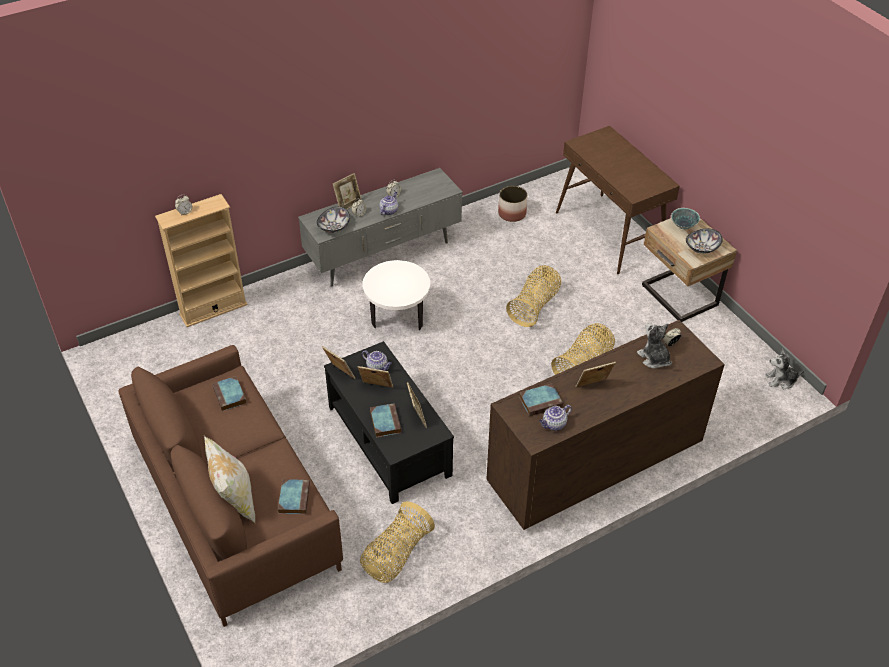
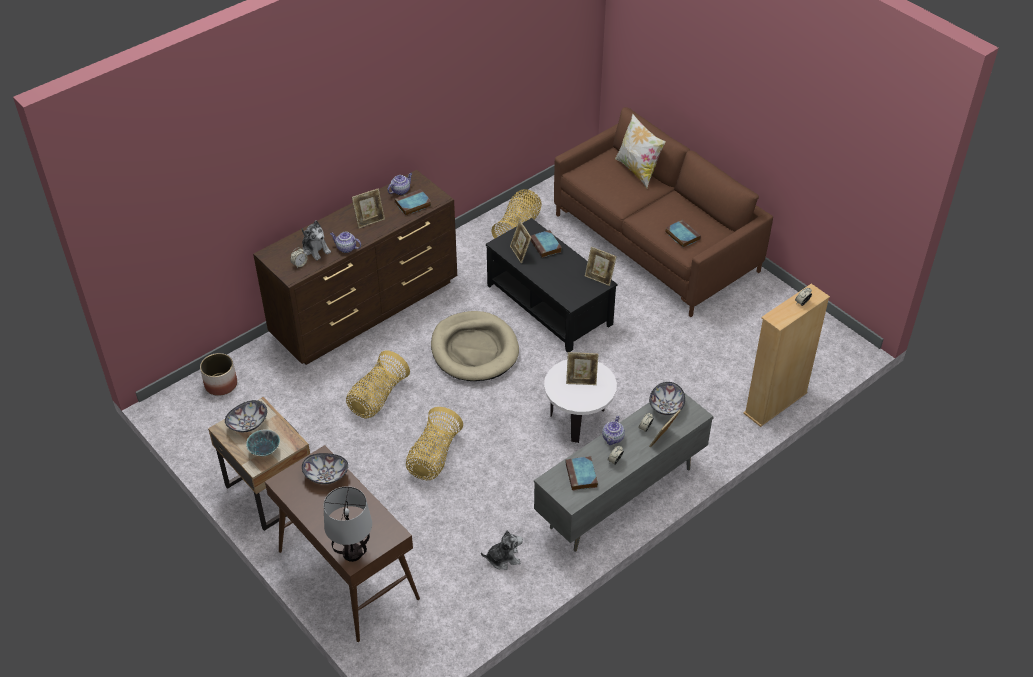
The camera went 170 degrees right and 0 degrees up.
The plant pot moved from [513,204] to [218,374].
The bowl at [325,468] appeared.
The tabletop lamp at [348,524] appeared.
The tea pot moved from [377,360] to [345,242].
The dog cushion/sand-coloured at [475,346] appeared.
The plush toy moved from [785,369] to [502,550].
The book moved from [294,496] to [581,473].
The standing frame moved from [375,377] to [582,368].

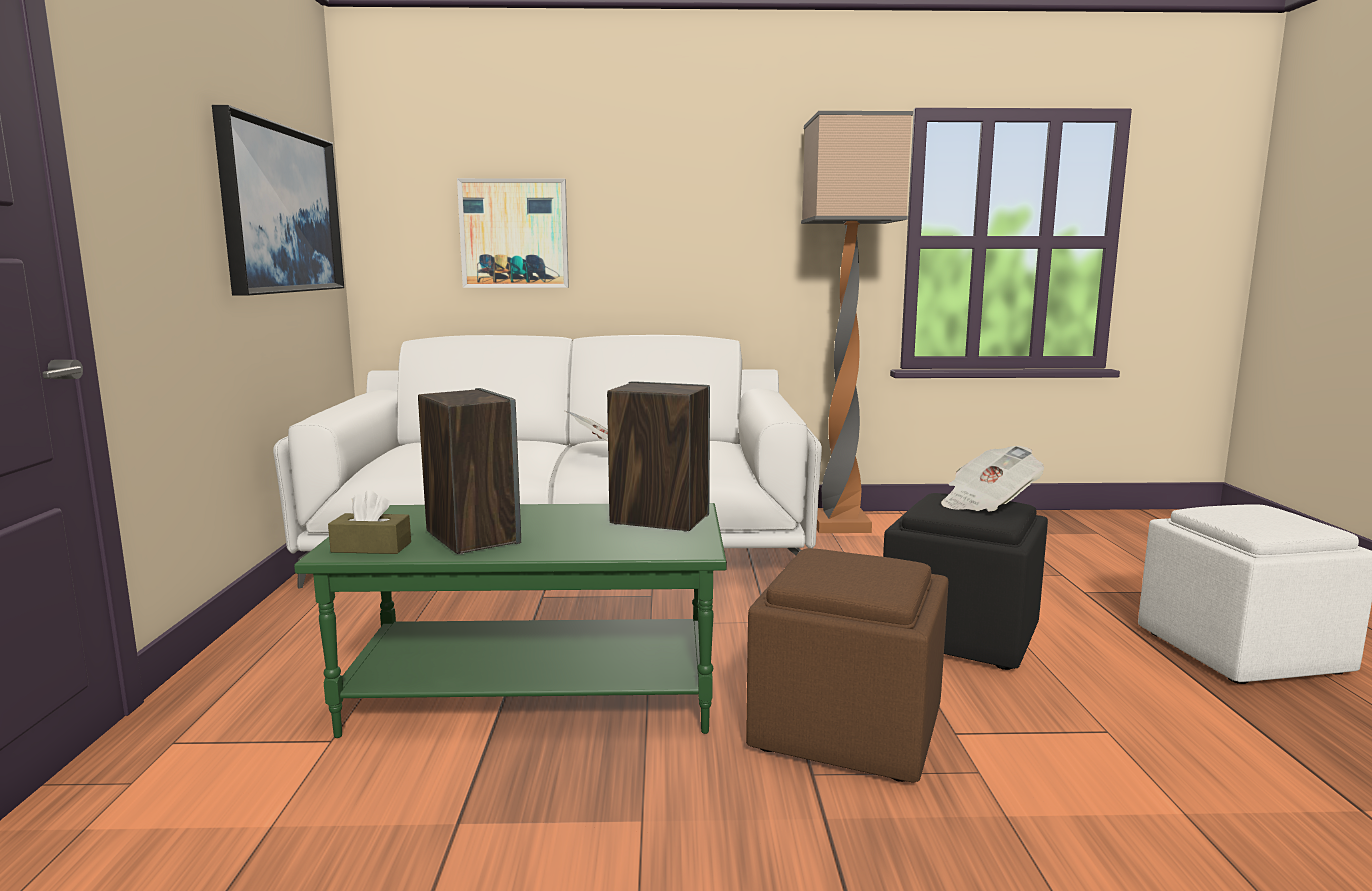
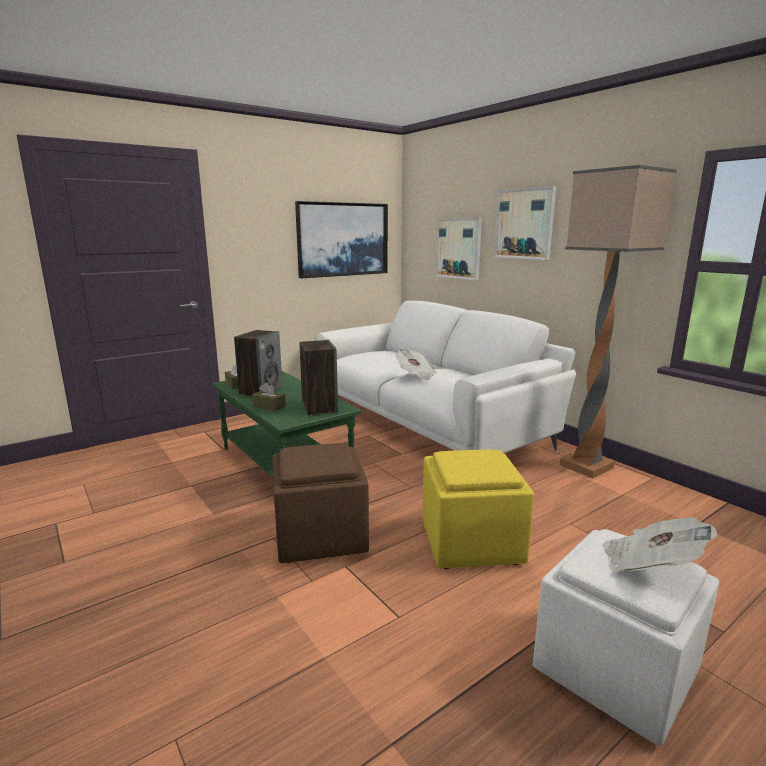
The camera went 55 degrees right and 5 degrees up.
The tissue box/brown at [269,397] appeared.
The pouffe/black at [965,581] became the pouffe/yellow at [478,509].
The wall picture at [525,223] appeared.
The daily paper moved from [992,479] to [659,544].

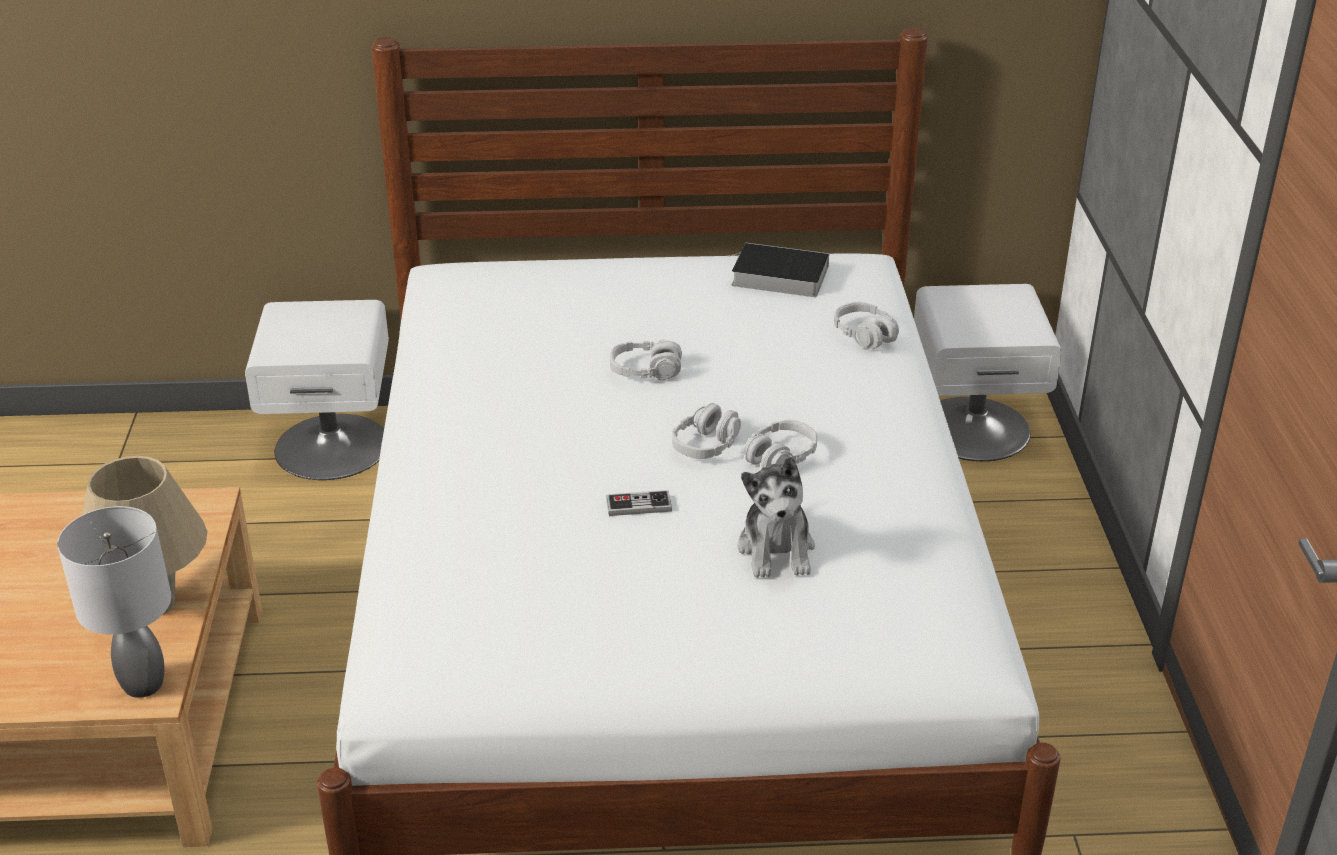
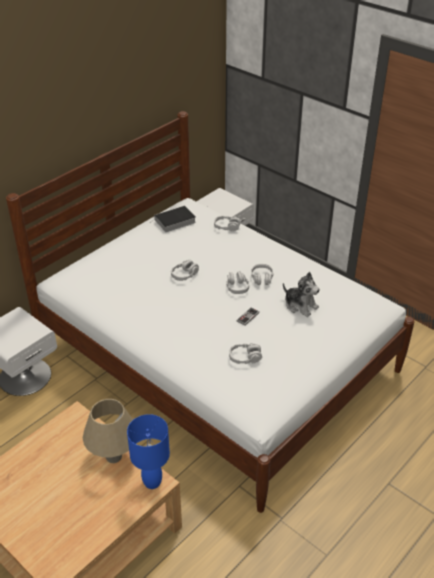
The camera went 45 degrees left and 5 degrees up.
The tabletop lamp/greyish at [114,602] became the tabletop lamp/bluish at [148,451].
The headset/greyish at [245,353] appeared.

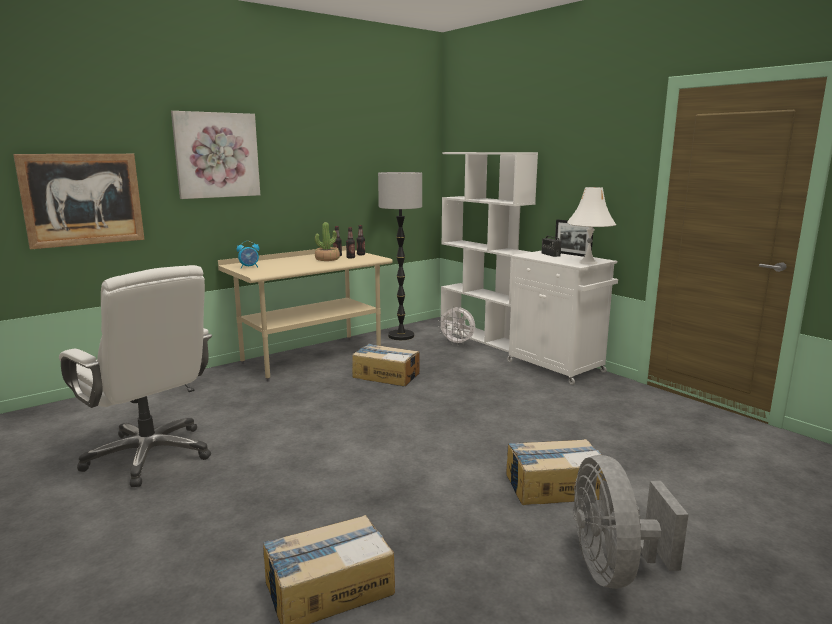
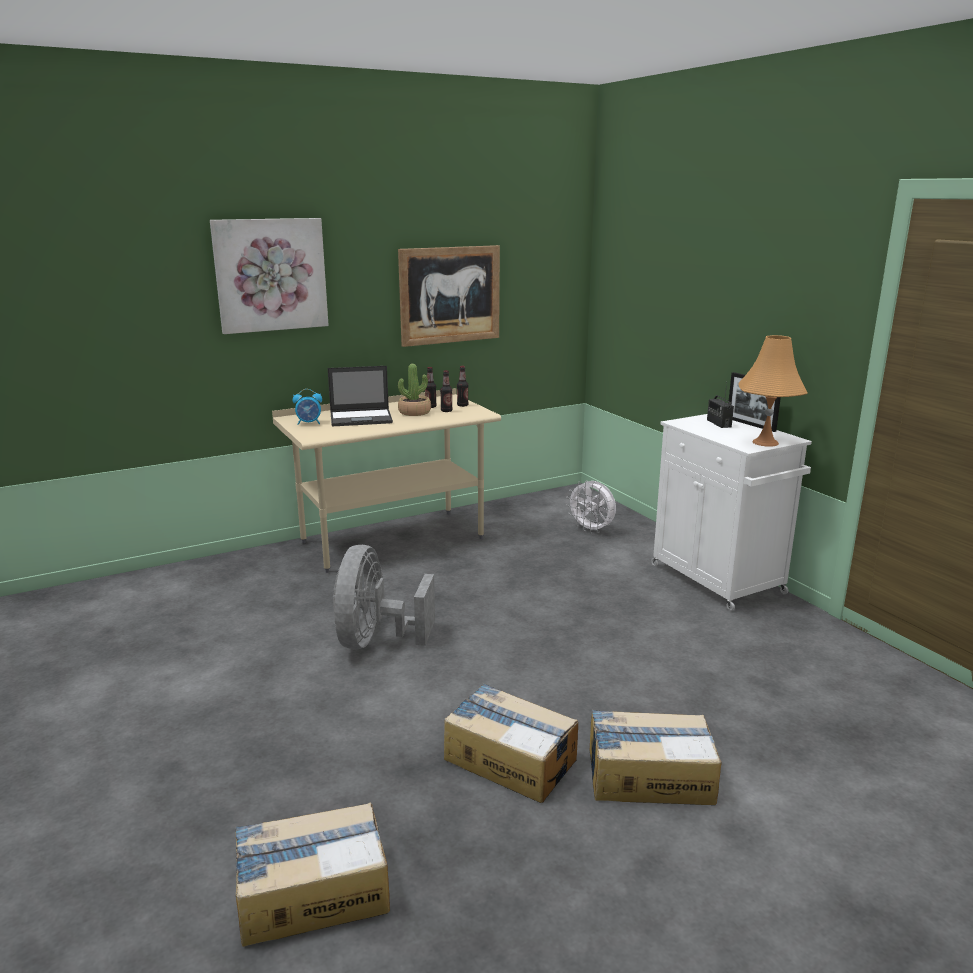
The camera went 10 degrees right and 5 degrees up.
The notebook computer at [360,396] appeared.
The cooling fan/greyish moved from [631,522] to [384,597].
The wall picture moved from [79,201] to [449,296].
The cardboard box moved from [386,364] to [511,743].
The tabletop lamp/whitish at [591,225] became the tabletop lamp/orangey at [773,391].
The desk chair/whitish at [135,376] disappeared.
The standing lamp at [400,256] disappeared.
The shelving unit/whitish at [489,252] disappeared.

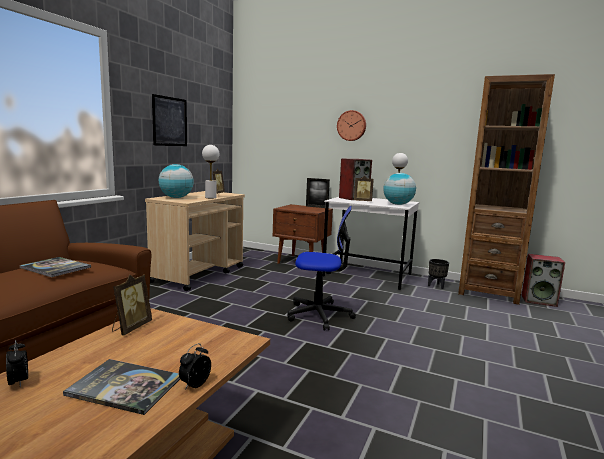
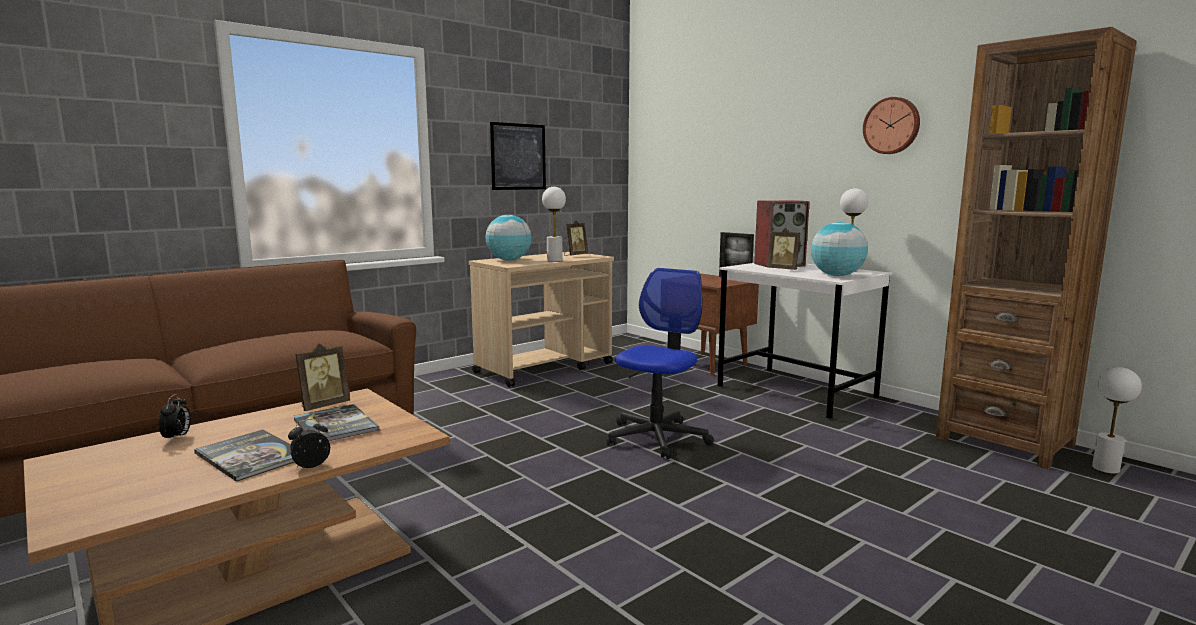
The camera went 25 degrees right and 0 degrees up.
The book moved from [55,267] to [336,422].
The desk chair at [321,268] turned 90 degrees counterclockwise.
The hanging clock moved from [351,125] to [891,125].
The audio speaker at [543,280] was replaced by the tabletop lamp/whitish at [1117,420].
The plant pot/black at [438,274] disappeared.

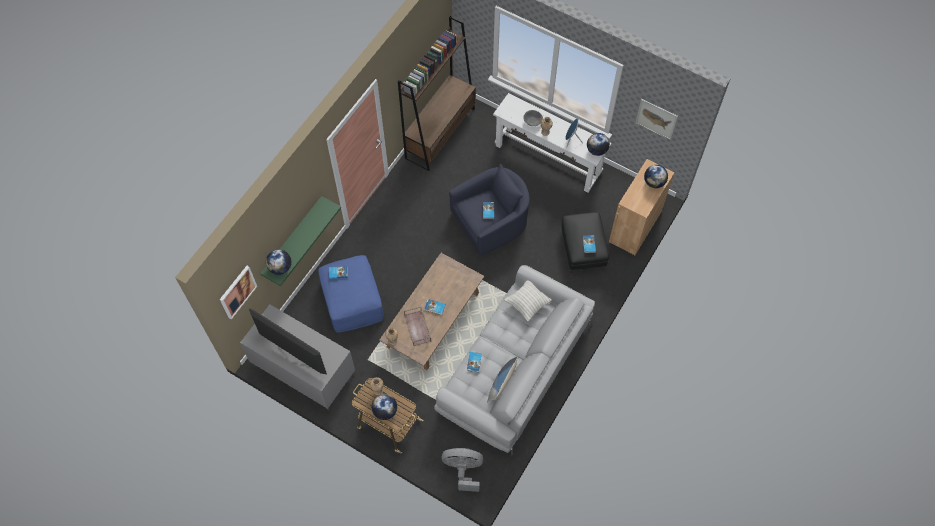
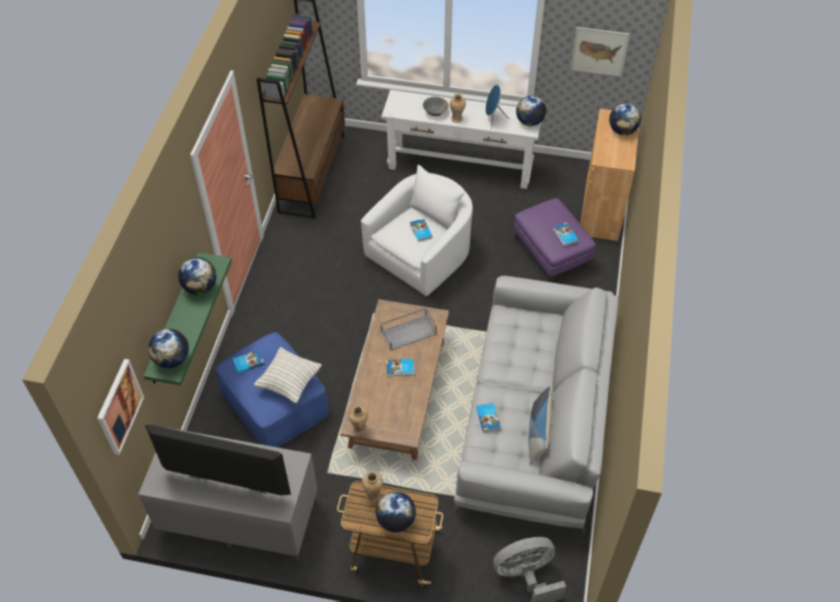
The camera went 20 degrees left and 10 degrees down.
The world globe at [197,276] appeared.
The cushion moved from [528,301] to [288,375].
The lounge chair/bluish at [489,210] became the lounge chair/whitish at [417,230].
The tray/greyish at [408,329] appeared.
The pouffe/black at [585,242] became the pouffe/purple-coloured at [555,240].
The tray/brown at [417,326] disappeared.

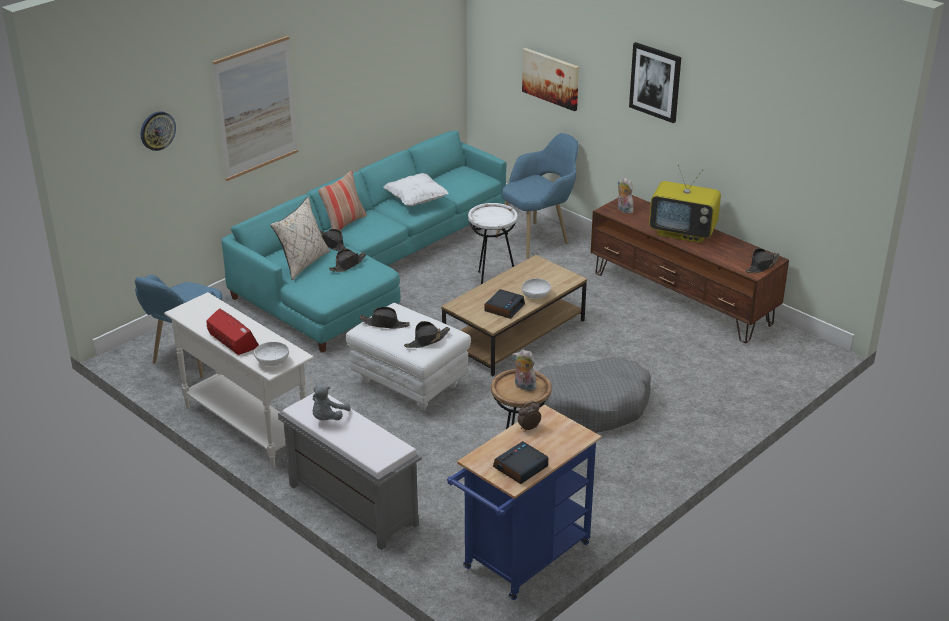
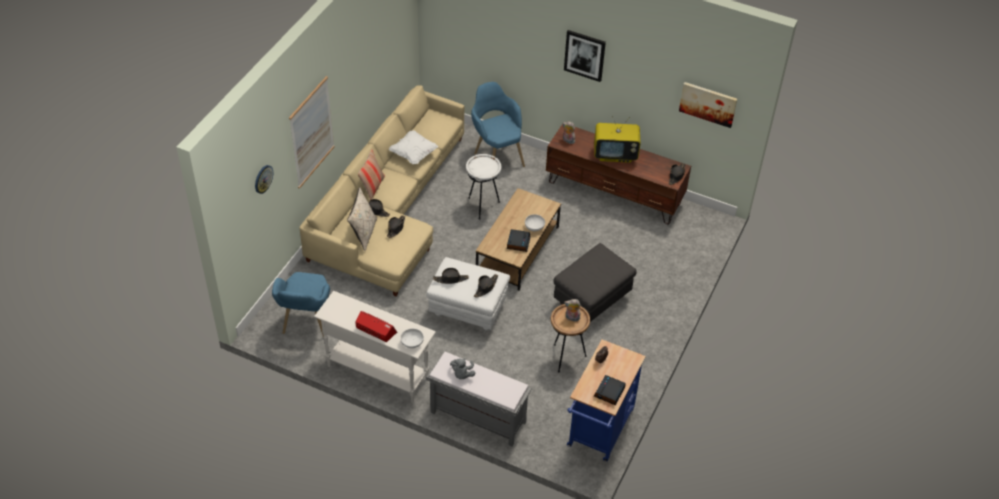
The camera went 20 degrees left and 15 degrees up.
The couch/turquoise at [363,242] became the couch/sand-coloured at [382,190].
The lounge chair/bluish at [537,196] turned 60 degrees counterclockwise.
The dog cushion/greyish at [595,395] was replaced by the pouffe/greyish at [595,282].
The wall picture moved from [550,79] to [708,105].

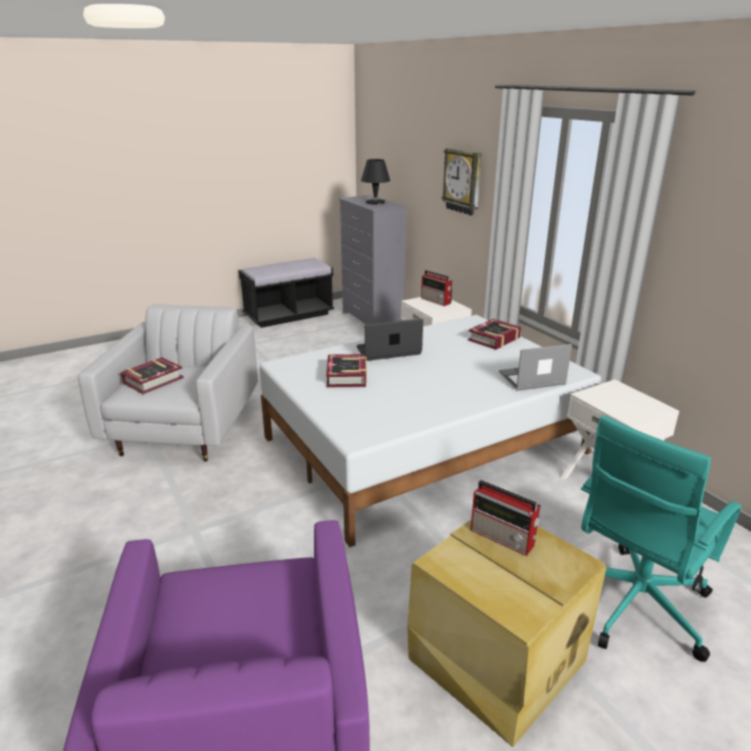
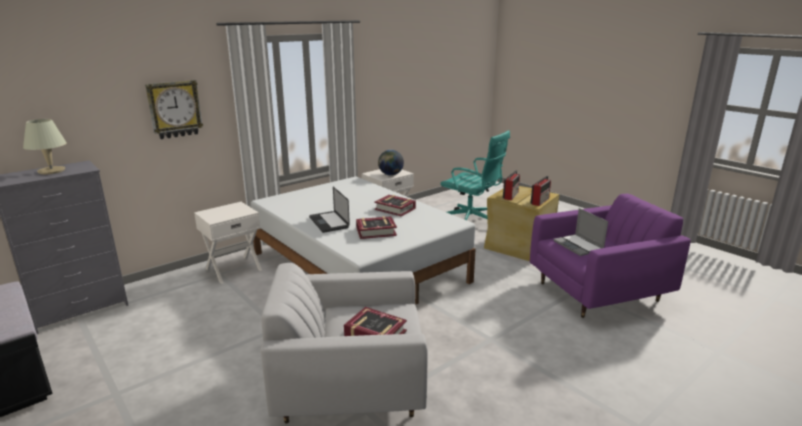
The camera went 100 degrees left and 5 degrees down.
The tabletop lamp/black at [375,181] became the tabletop lamp/sand-coloured at [45,146].
The book moved from [494,334] to [395,206].
The world globe at [391,162] appeared.
The radio receiver moved from [436,288] to [540,191].
The notebook computer moved from [535,367] to [580,232].

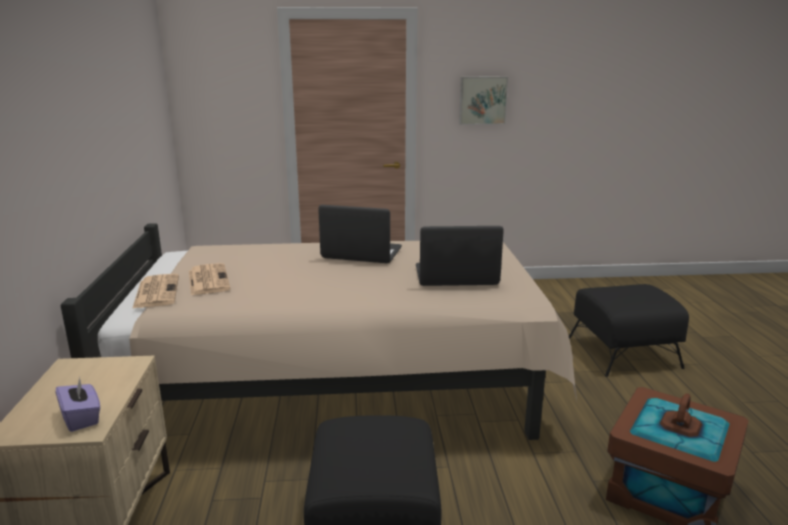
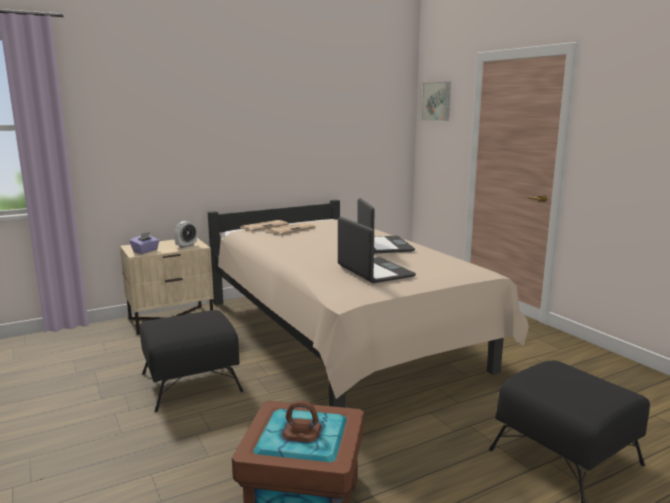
The camera went 65 degrees right and 5 degrees down.
The bedside clock at [185,234] appeared.
The wall picture moved from [483,101] to [436,101].

